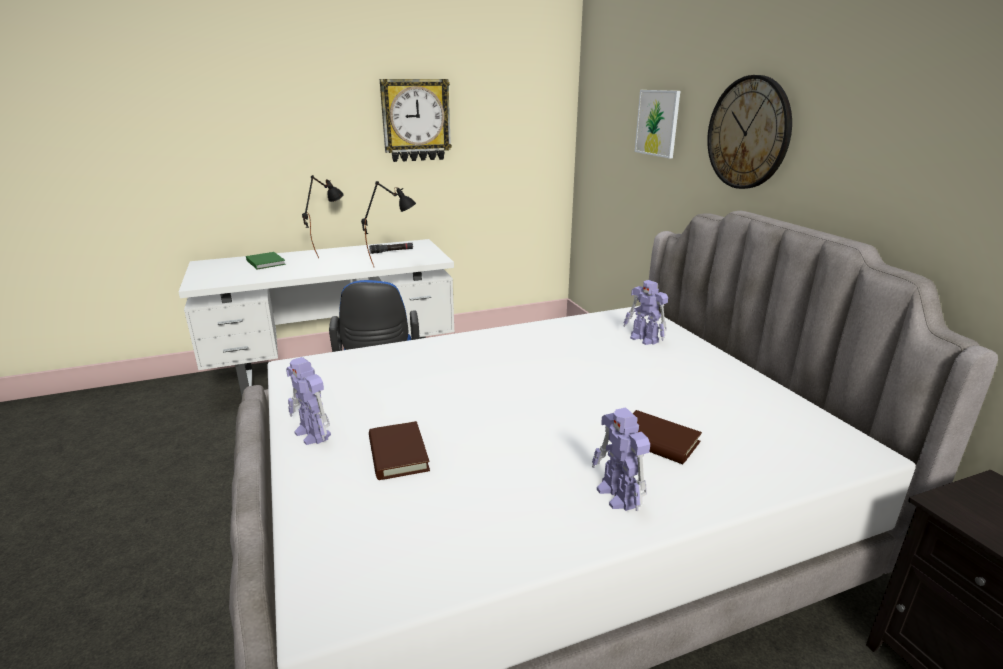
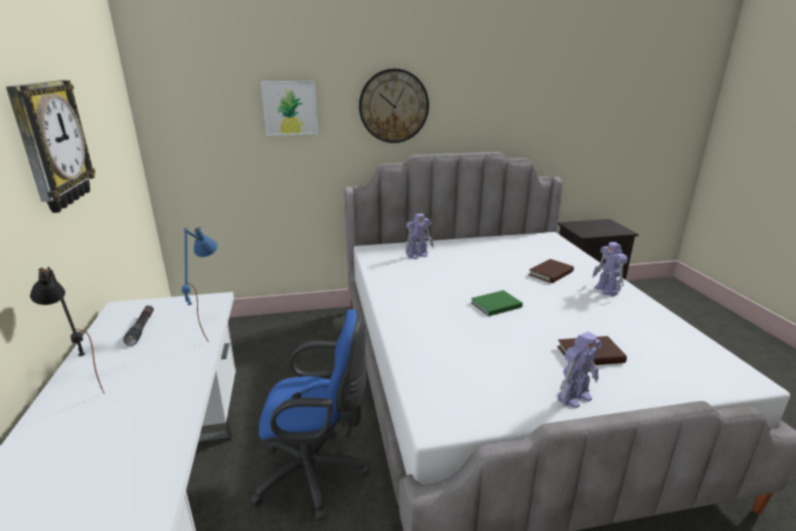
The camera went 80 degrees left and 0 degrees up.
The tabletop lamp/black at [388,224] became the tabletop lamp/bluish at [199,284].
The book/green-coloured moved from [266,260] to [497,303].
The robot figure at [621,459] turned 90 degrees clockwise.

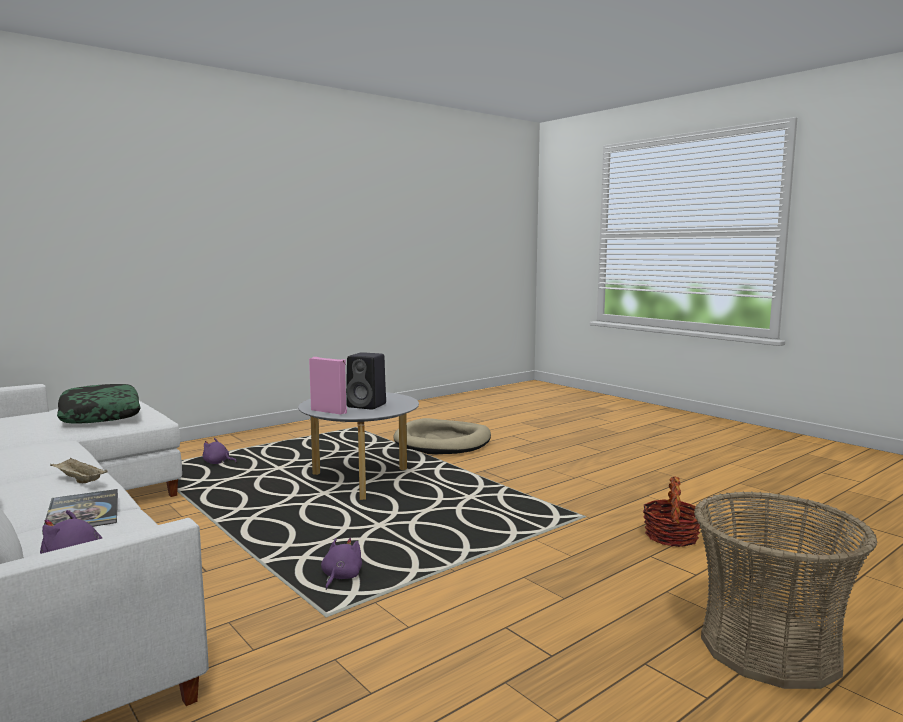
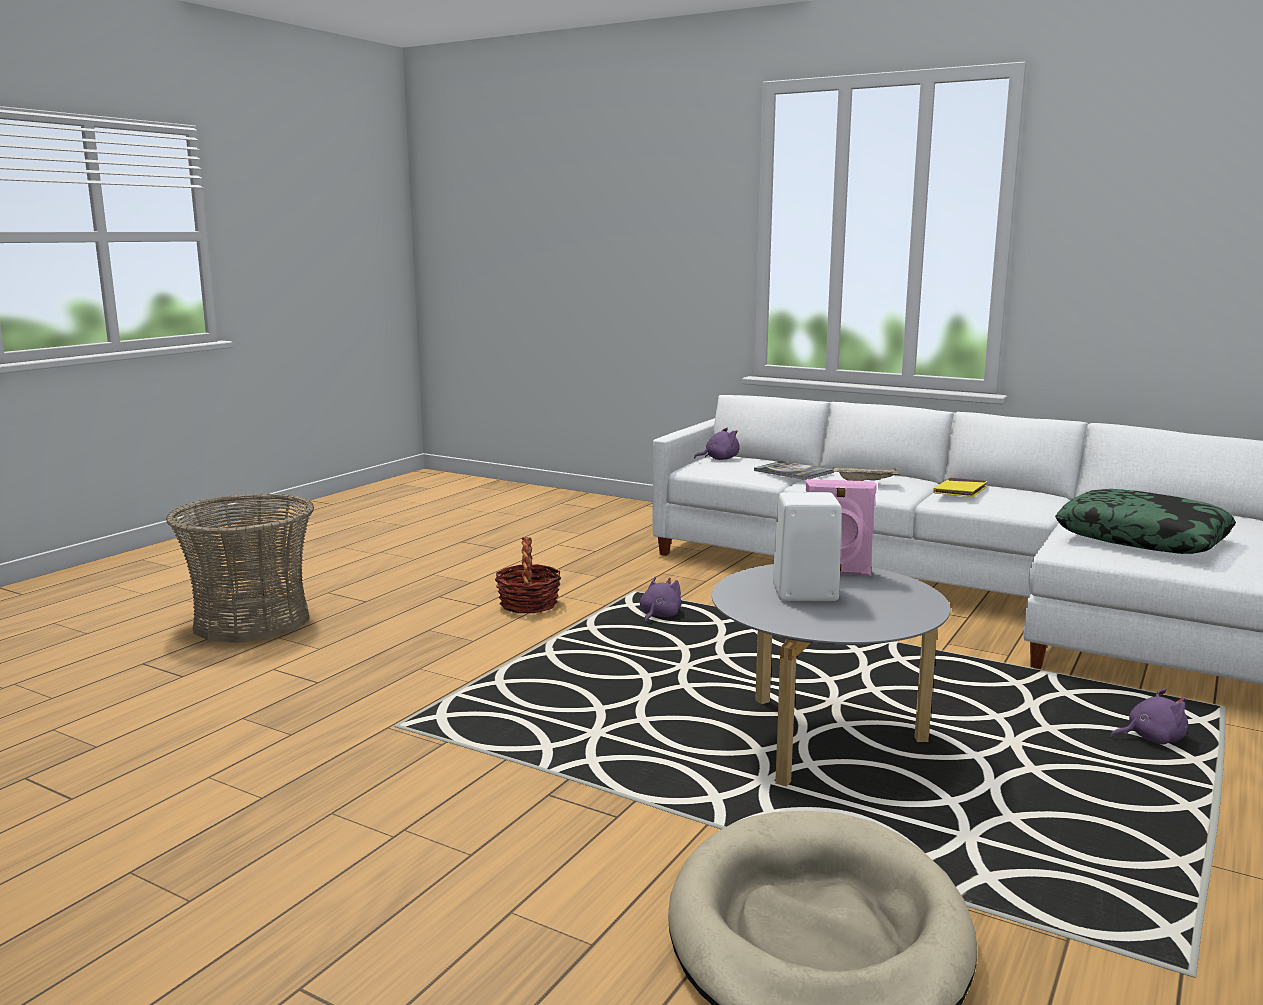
The camera went 160 degrees right and 5 degrees up.
The basket moved from [672,511] to [528,575].
The plush toy/purple-coloured at [341,564] turned 150 degrees counterclockwise.
The audio speaker/black at [366,381] became the audio speaker/whitish at [807,546].
The book/yellow at [960,487] appeared.

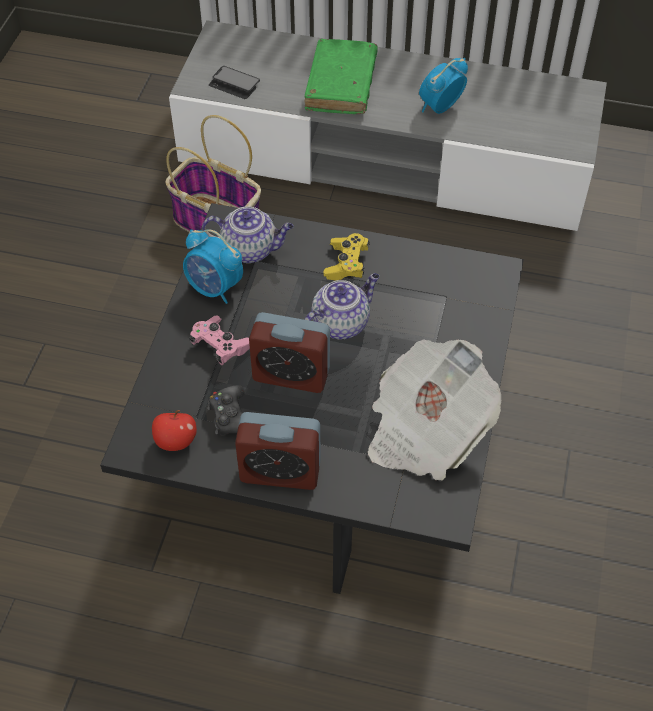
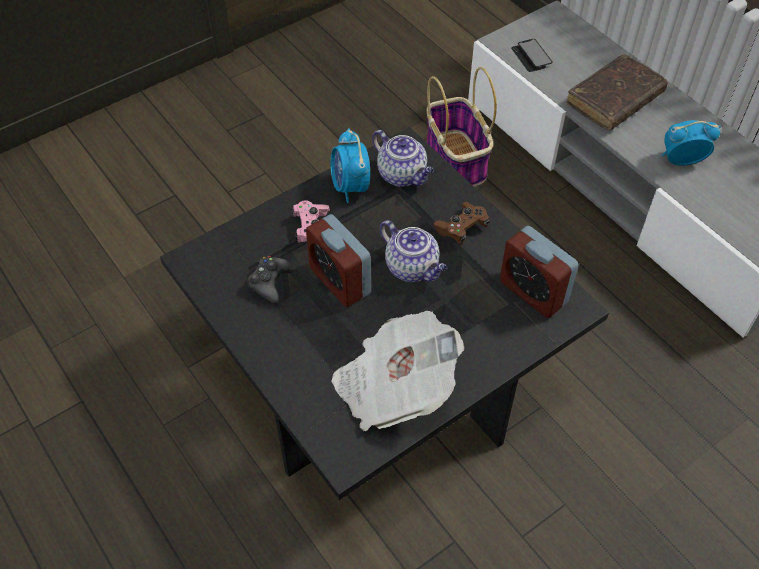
The camera went 40 degrees right and 0 degrees up.
The tea pot at [341,306] turned 45 degrees clockwise.
The joypad/yellow at [346,257] became the joypad/brown at [461,223].
The bedside clock moved from [278,451] to [539,272].
The book/green-coloured at [341,76] became the book/brown at [617,92].
The apple at [174,430] disappeared.

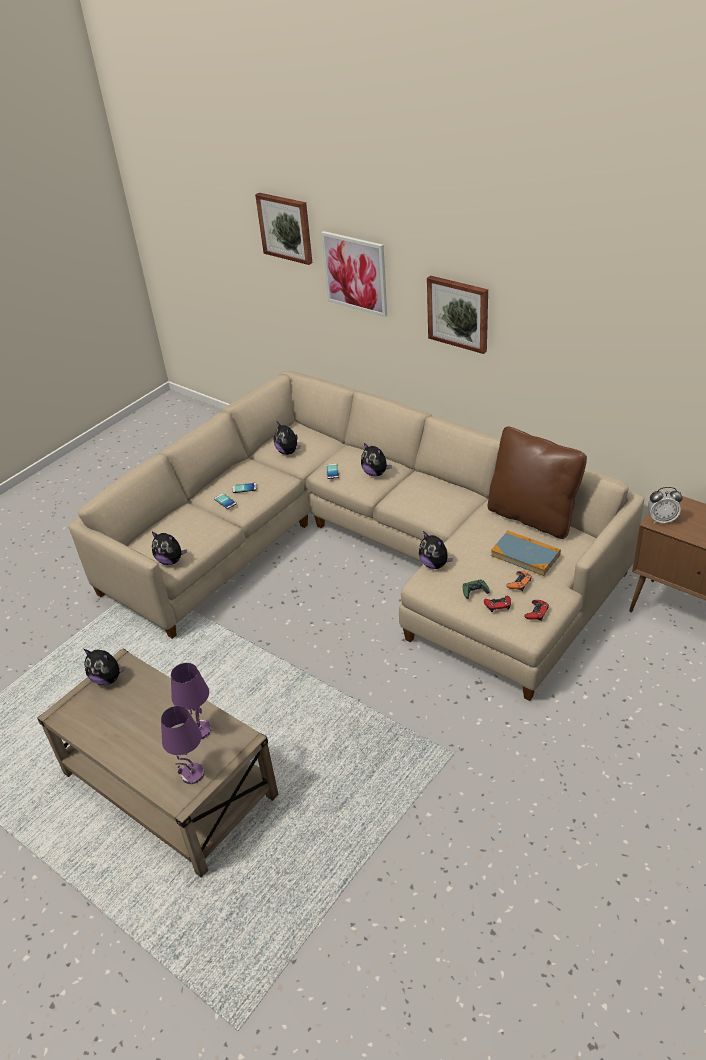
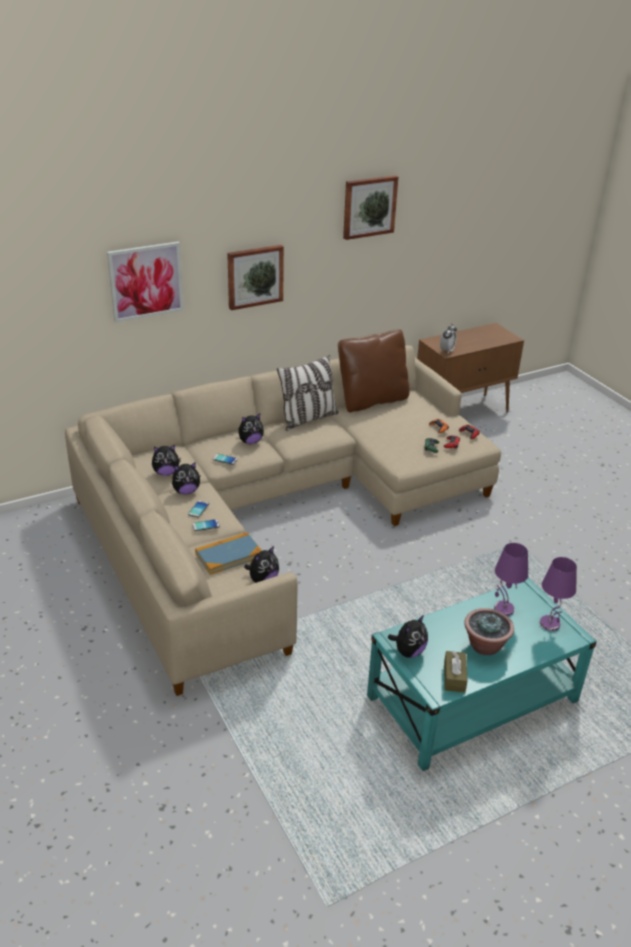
The camera went 70 degrees left and 5 degrees down.
The plush toy moved from [436,550] to [186,478].
The book moved from [526,553] to [228,553].
The cushion at [308,393] appeared.
The wall picture moved from [283,229] to [370,207].
The low table/sand-coloured at [157,763] became the low table/turquoise at [482,674].
The tissue box/brown at [456,672] appeared.
The houseplant at [489,632] appeared.

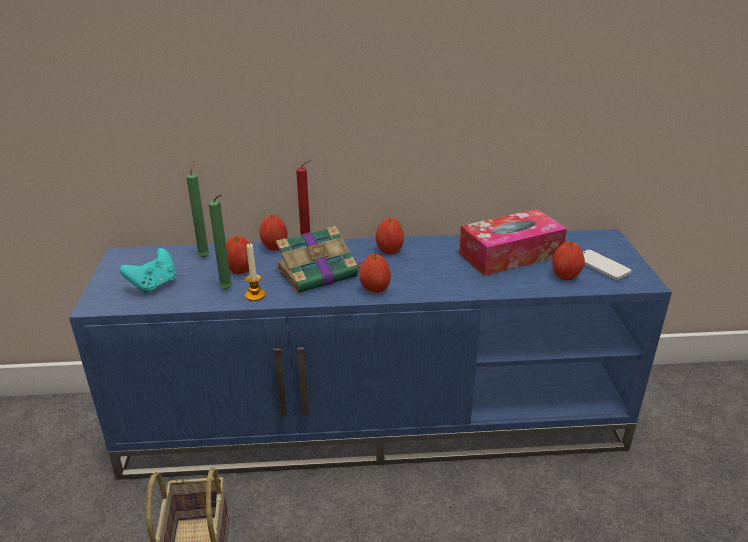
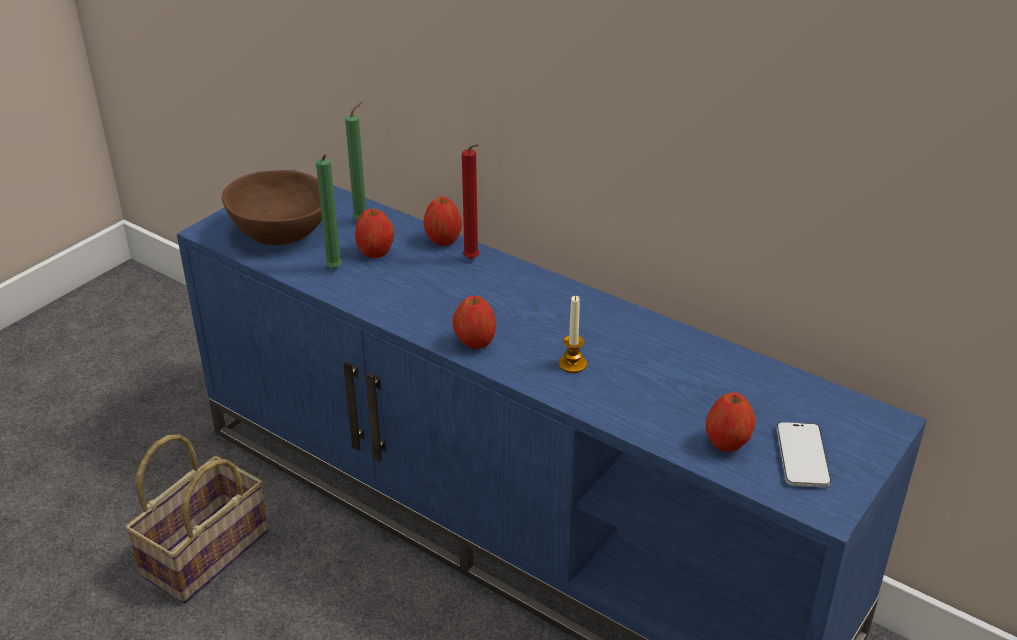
The camera went 40 degrees right and 5 degrees up.
The joypad/turquoise at [148,271] was replaced by the bowl/brown at [272,207].
The wax candle moved from [255,272] to [573,334].
The book at [318,260] disappeared.
The apple at [390,236] disappeared.
The tissue box at [513,242] disappeared.

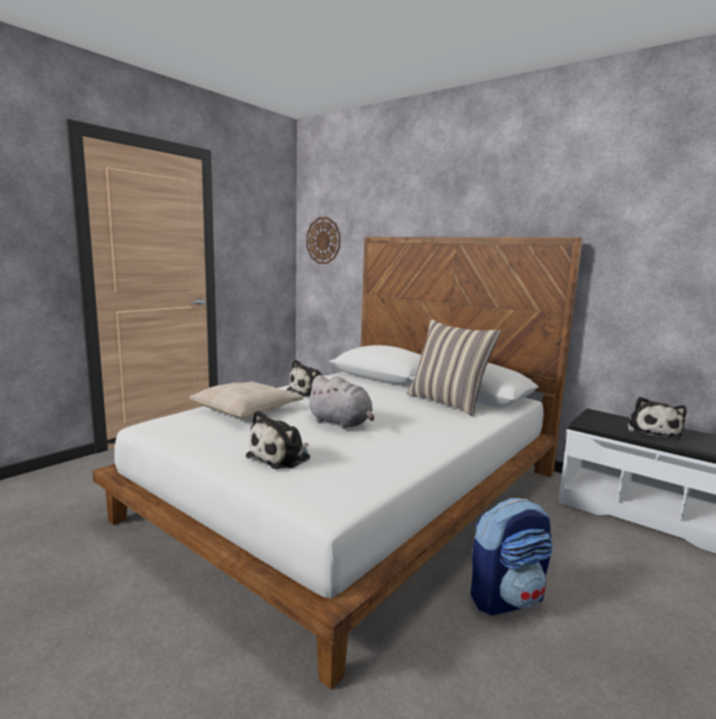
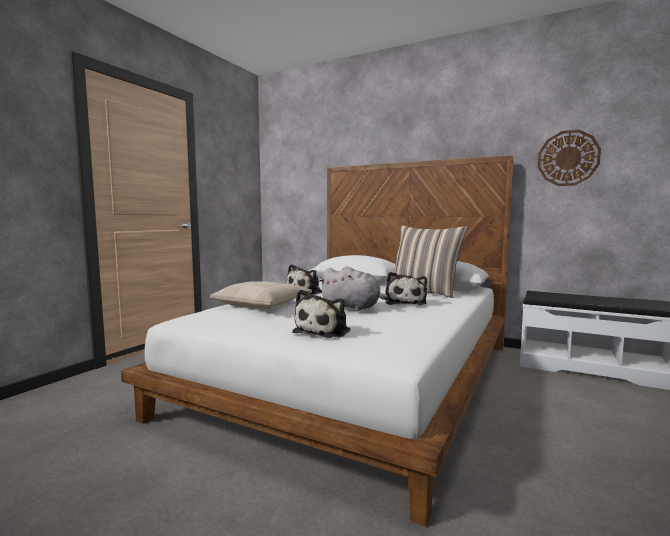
The camera went 10 degrees left and 5 degrees down.
The plush toy moved from [656,418] to [406,288].
The hanging clock moved from [323,240] to [569,158].
The rucksack at [512,556] disappeared.

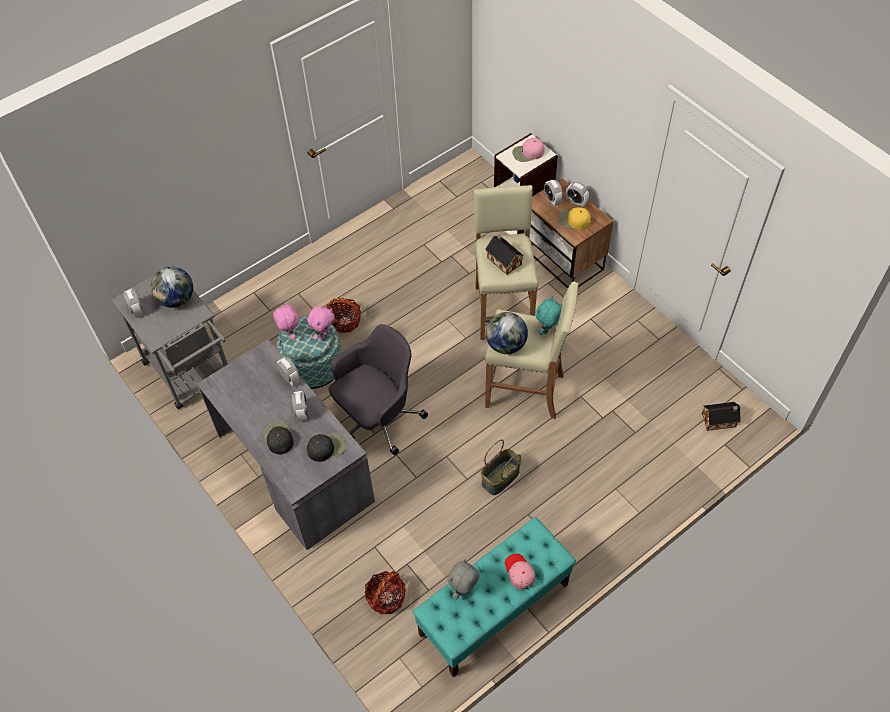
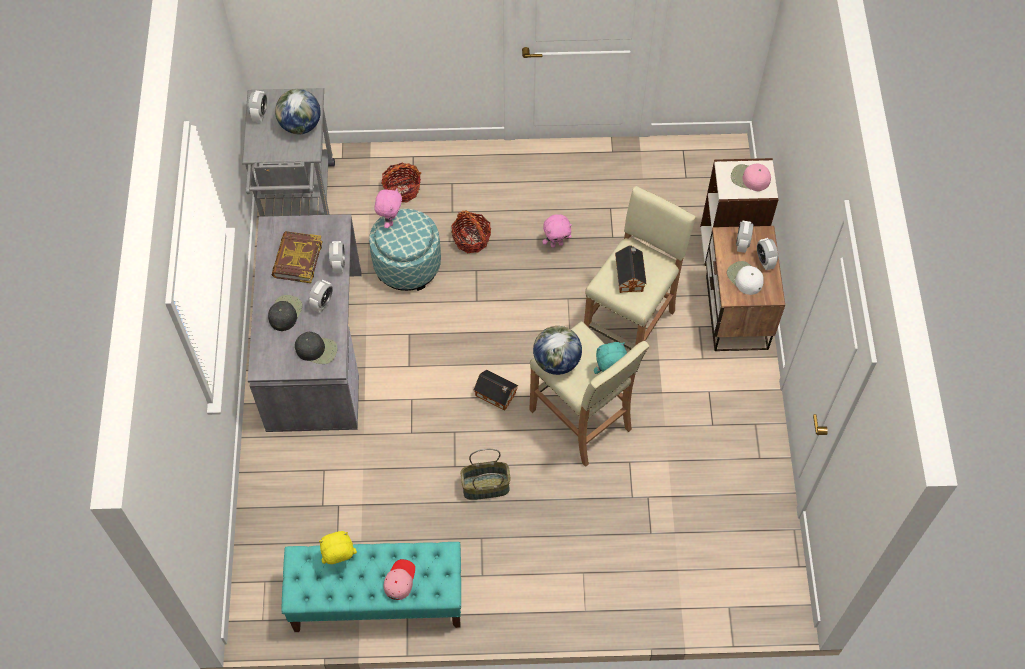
The camera went 35 degrees right and 5 degrees up.
The book at [297,257] appeared.
The plush toy/greyish at [464,579] became the plush toy/yellow at [338,547].
The basket moved from [385,592] to [401,182].
The toy house moved from [721,416] to [496,390].
The plush toy/pinkish moved from [321,323] to [557,231].
The cap/yellow at [574,218] became the cap/whitish at [745,278].
The desk chair/greyish at [378,389] disappeared.

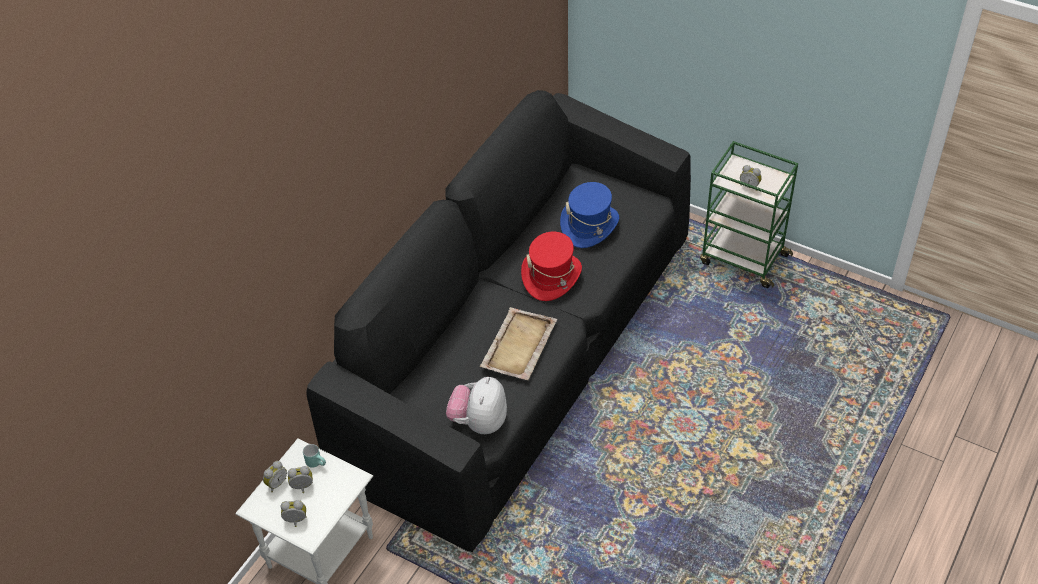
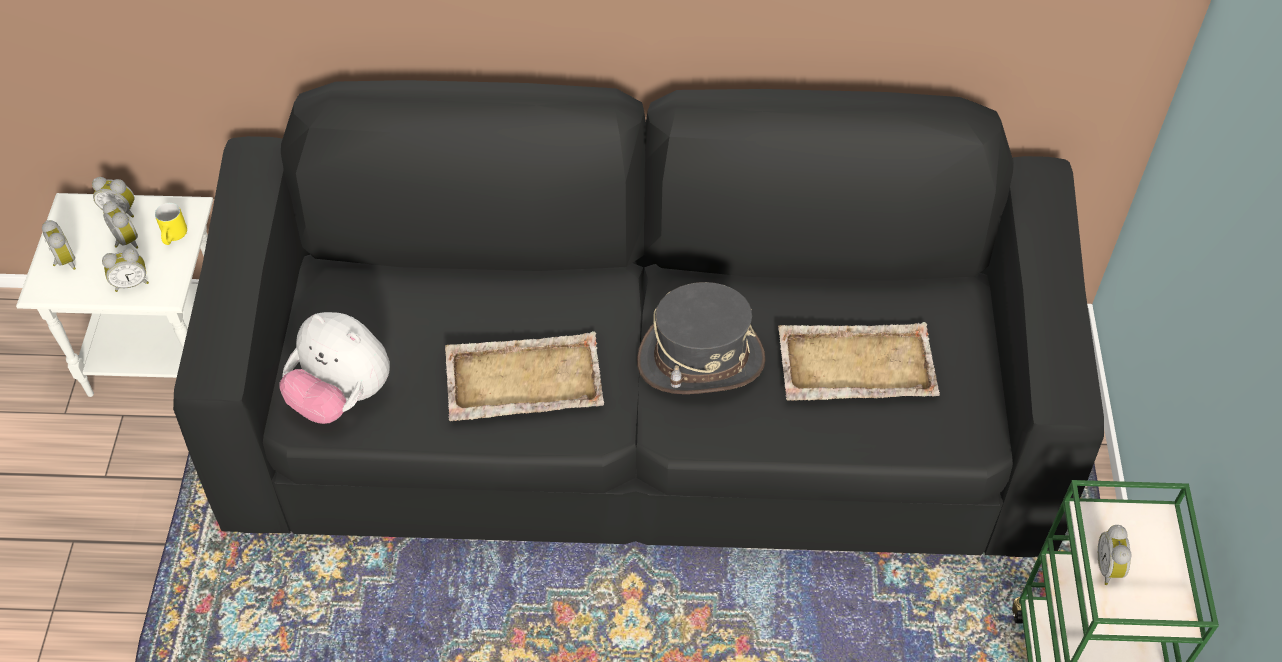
The camera went 60 degrees right and 5 degrees up.
The bedside clock at [125,270] appeared.
The tea mug/turquoise at [314,456] became the tea mug/yellow at [171,224].
The plush toy at [476,405] turned 135 degrees counterclockwise.
The wearable hat/reddish at [551,266] became the wearable hat/greyish at [701,338].
The wearable hat/bluish at [589,215] was replaced by the tray/sand-coloured at [859,361].

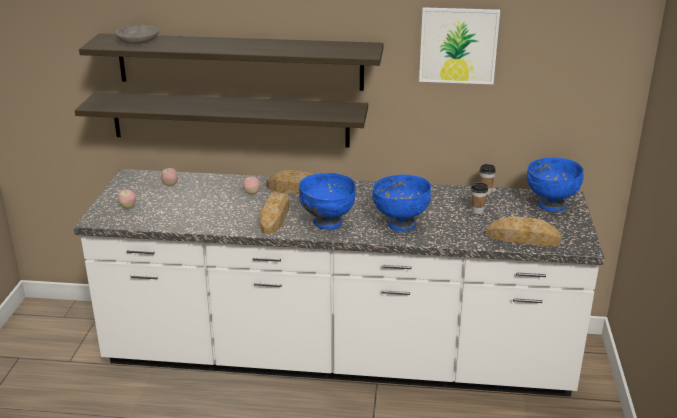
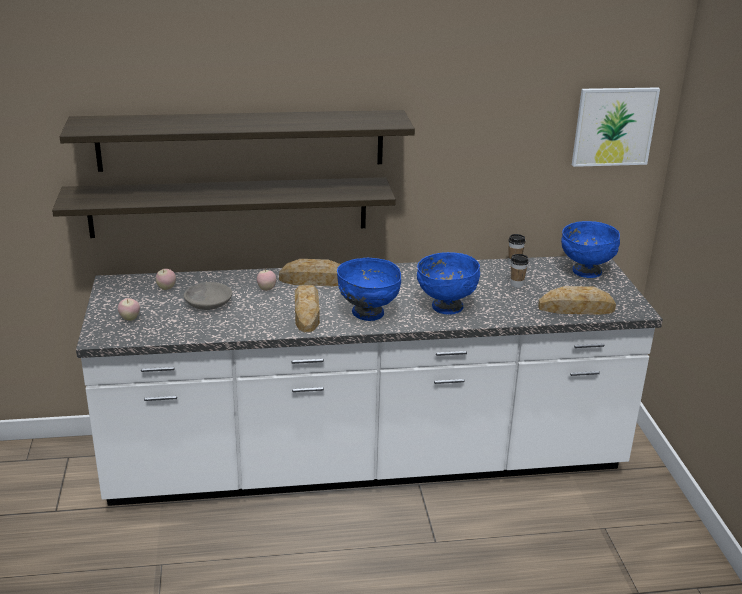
The camera went 15 degrees left and 0 degrees up.
The bowl/greyish moved from [137,34] to [208,296].
The wall picture moved from [459,45] to [616,127].

